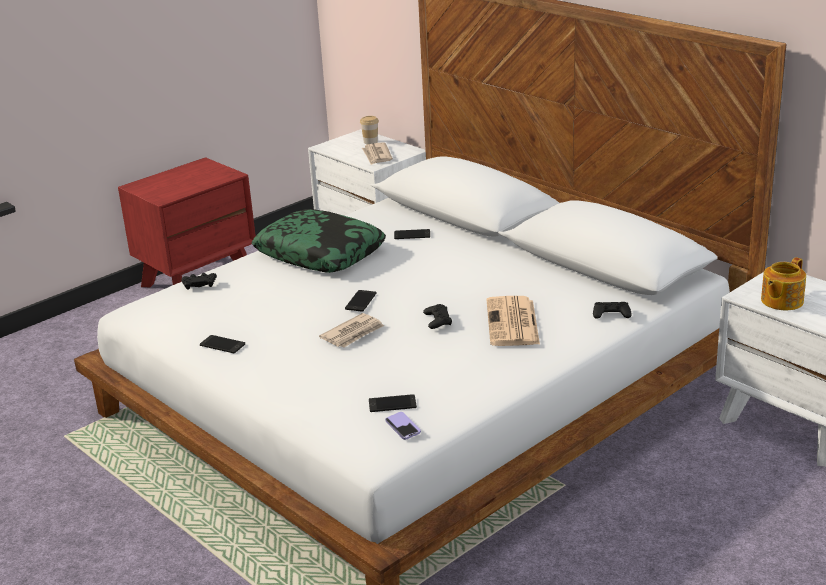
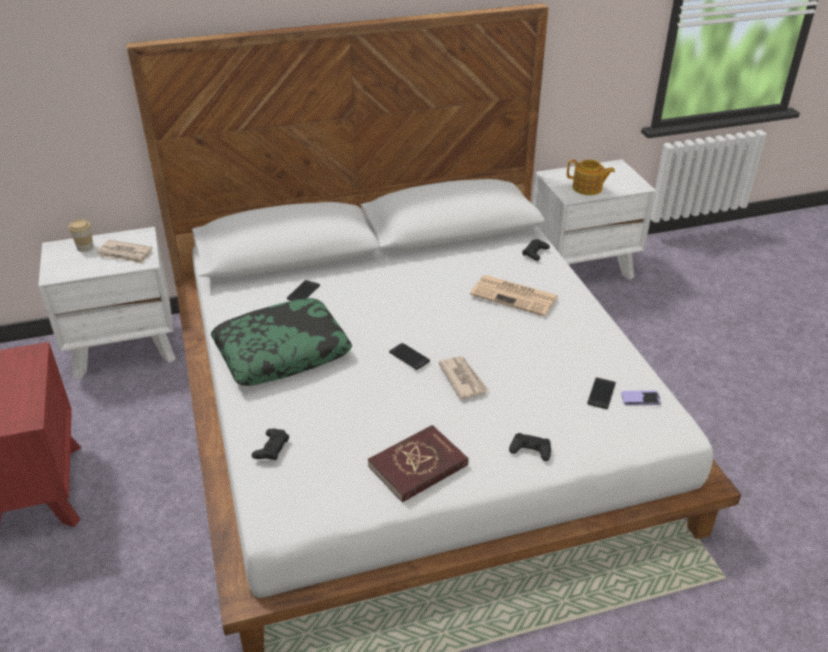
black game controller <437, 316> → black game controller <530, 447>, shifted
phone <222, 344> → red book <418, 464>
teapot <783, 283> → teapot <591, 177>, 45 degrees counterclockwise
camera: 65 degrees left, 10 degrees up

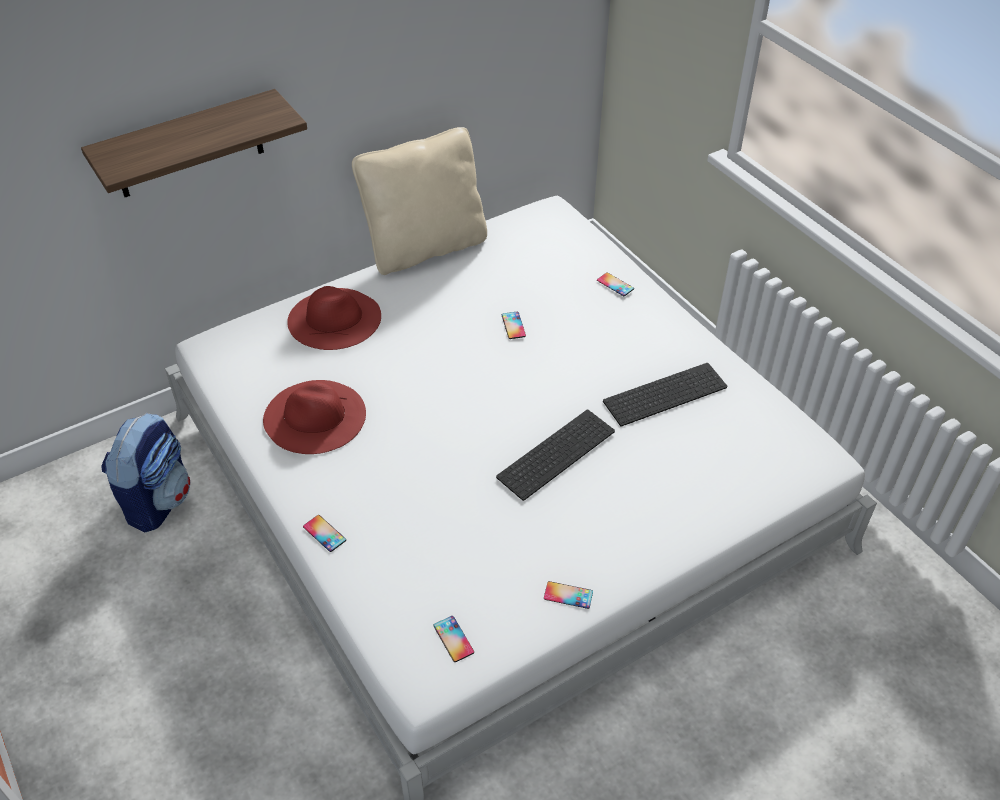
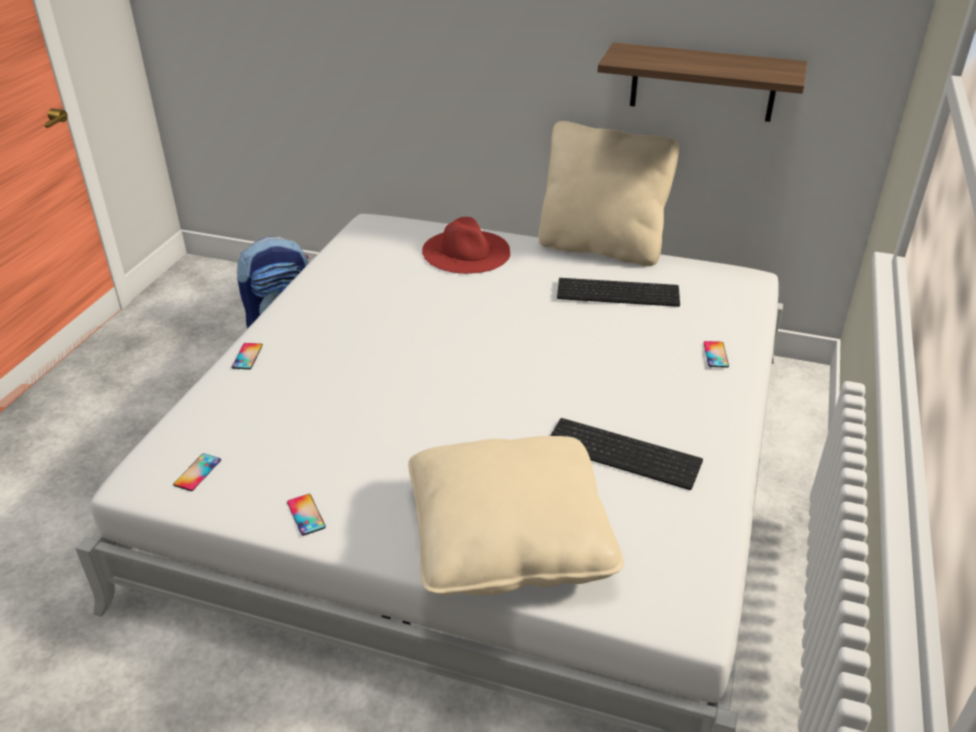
red hat <314, 417> → -
phone <514, 325> → -
- → beige pillow <516, 515>
shelf <194, 143> → shelf <702, 82>, shifted
keyboard <555, 455> → keyboard <618, 292>, shifted
camera: 50 degrees right, 10 degrees down

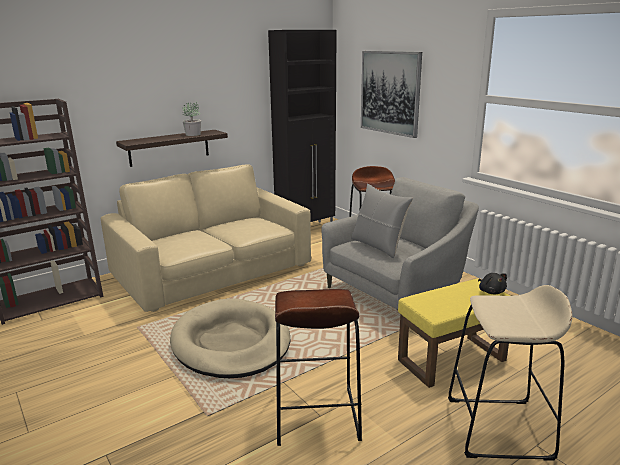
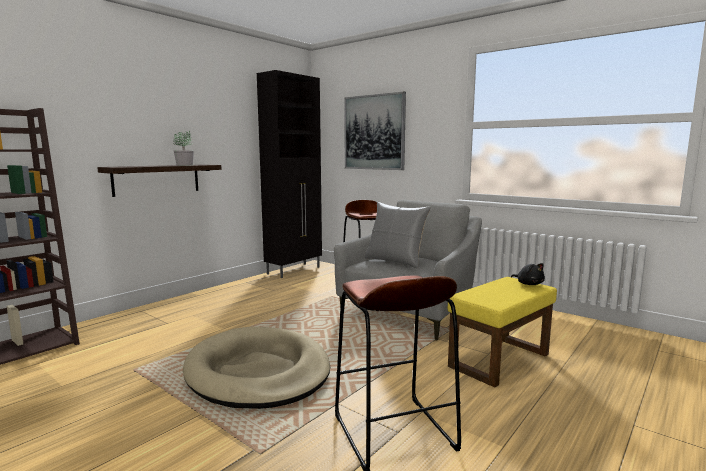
beige sofa <206, 238> → -
beige stool <510, 373> → -
camera: 15 degrees left, 10 degrees down

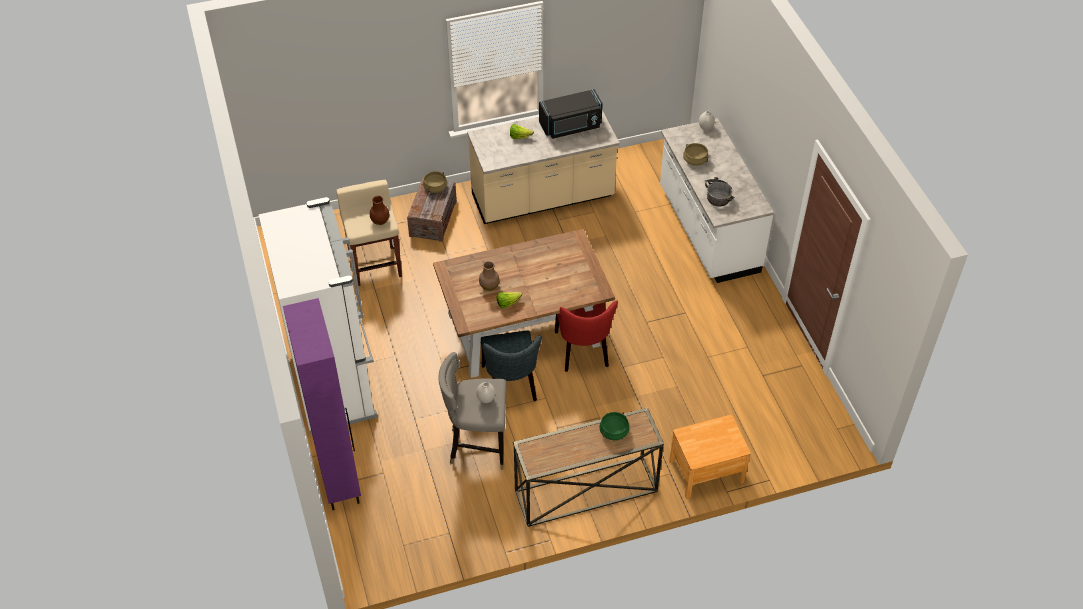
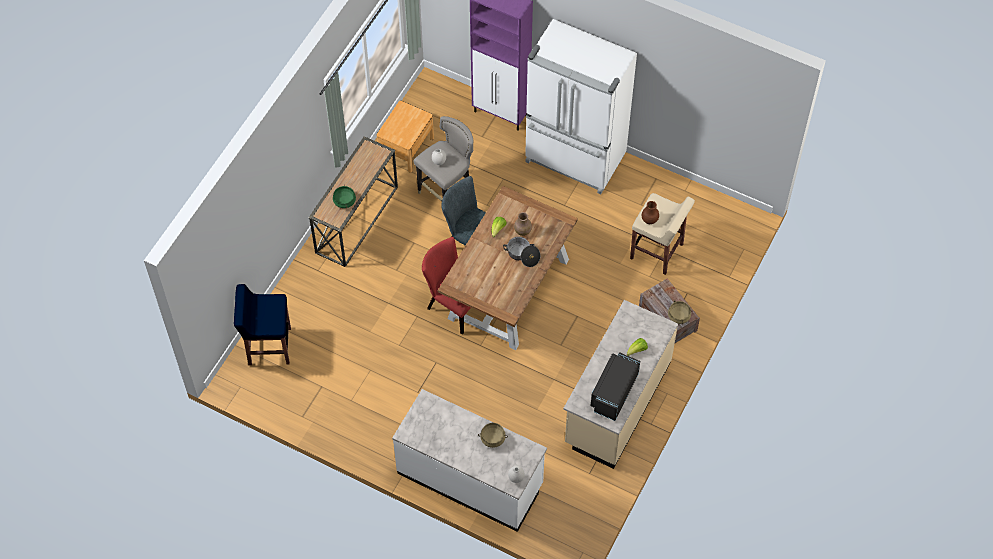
- → blue stool <262, 324>
brown nightstand <710, 457> → brown nightstand <405, 137>, shifted
cooking pot <720, 192> → cooking pot <521, 252>, shifted
camera: 135 degrees right, 10 degrees up

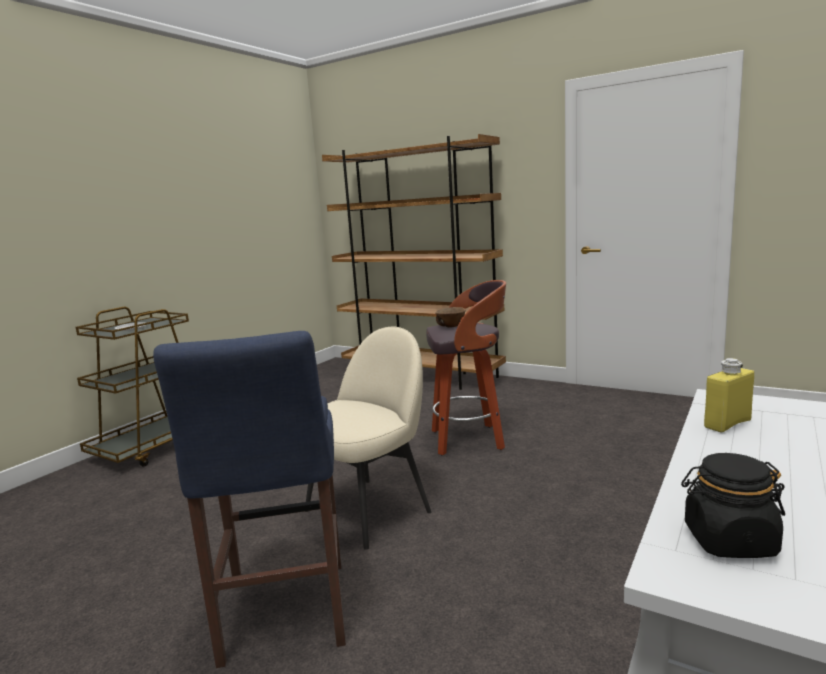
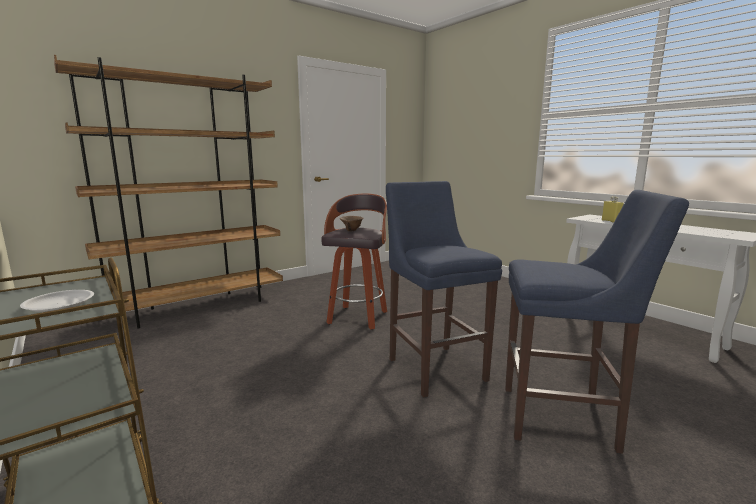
black jar <733, 505> → -
beige chair <368, 438> → blue stool <444, 289>
camera: 70 degrees left, 0 degrees up

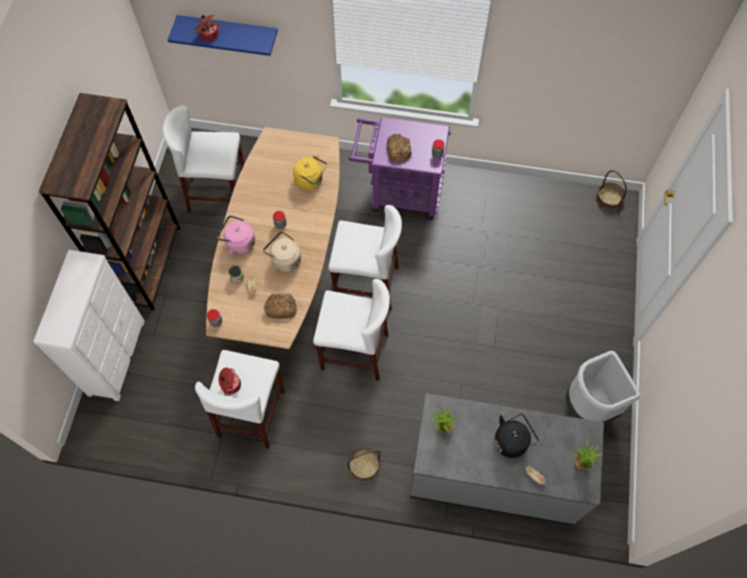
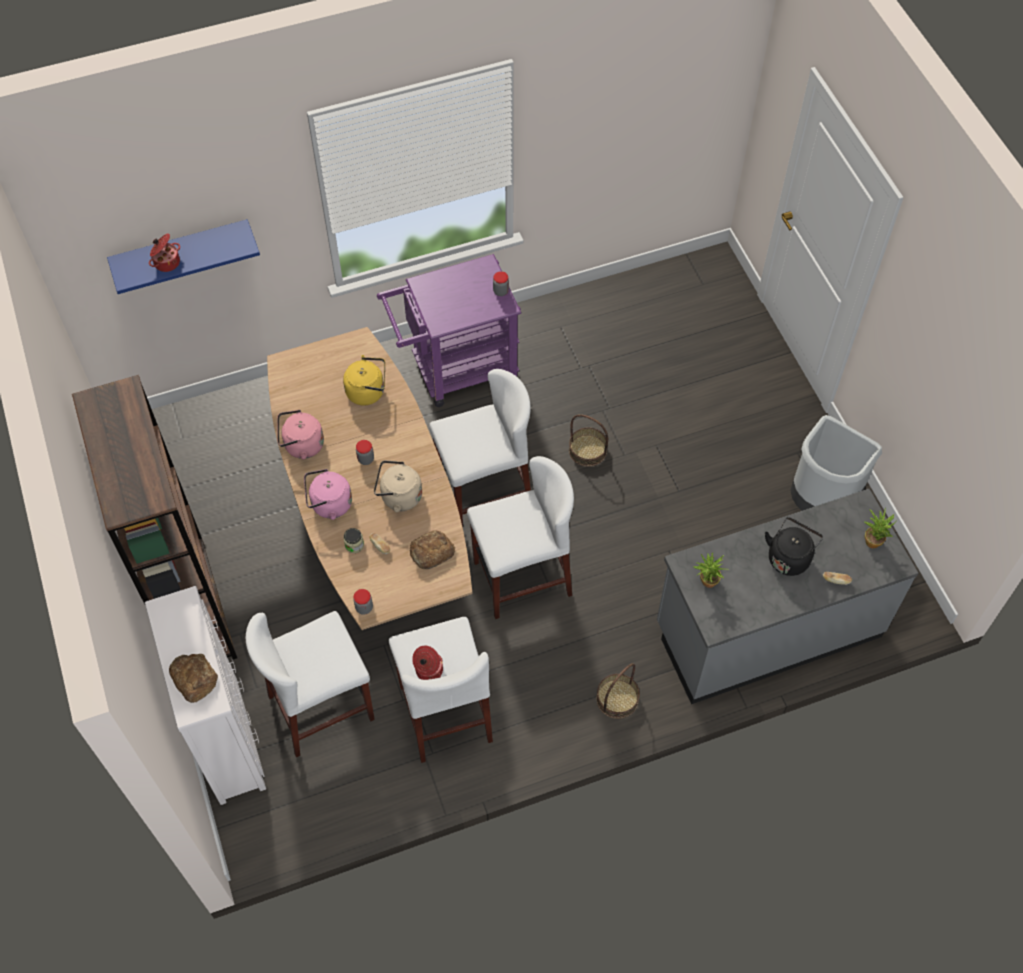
- → pink kettle <300, 435>
white stool <203, 158> → white stool <310, 684>, shifted
bread <399, 148> → bread <193, 678>, shifted
basket <611, 190> → basket <588, 440>, shifted
camera: 30 degrees left, 5 degrees down

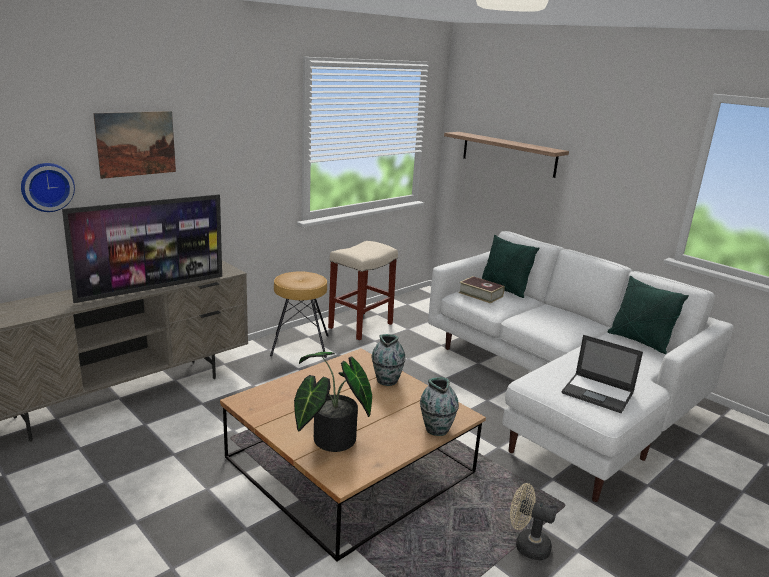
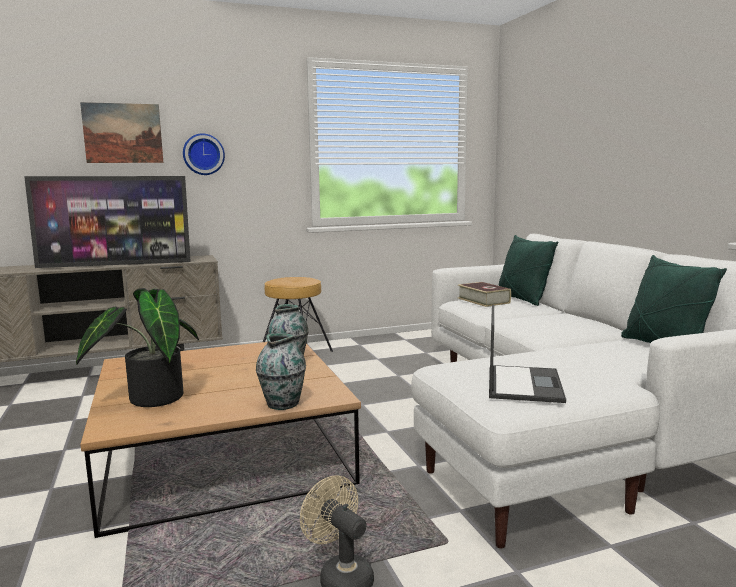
beige stool <363, 290> → -
shelf <506, 155> → -
wall clock <48, 187> → wall clock <204, 154>, shifted
laptop <602, 374> → laptop <527, 354>, 135 degrees counterclockwise
camera: 25 degrees right, 10 degrees down

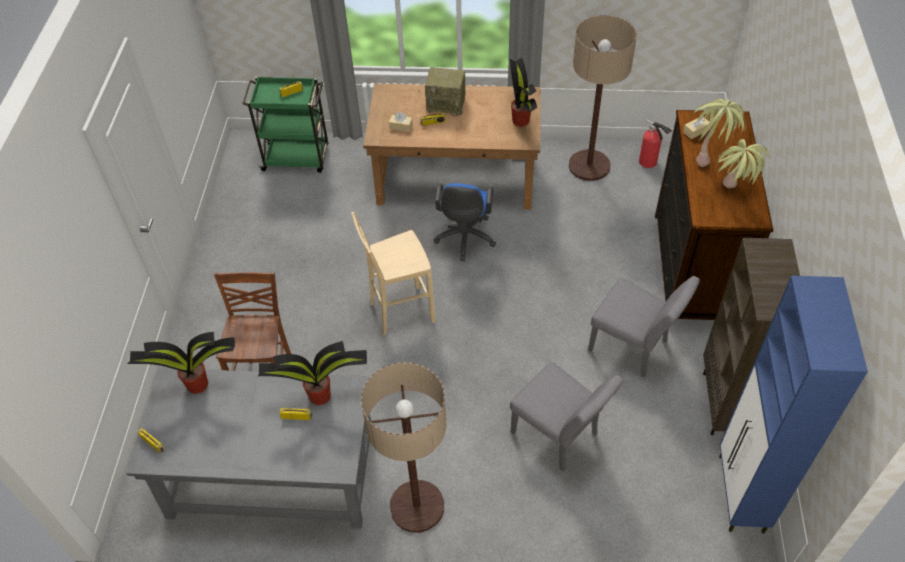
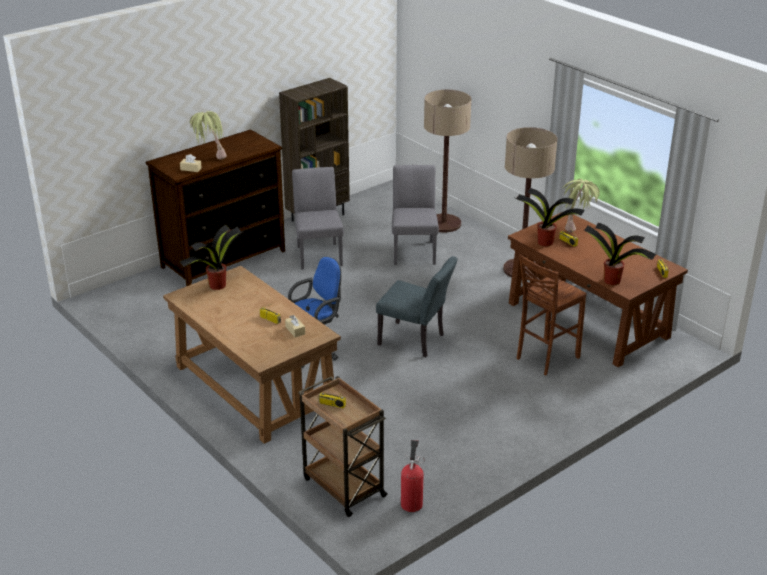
radio <445, 91> → -
blue cabinet <793, 404> → -
floor lamp <603, 98> → floor lamp <447, 161>, shifted
fire extinguisher <655, 143> → fire extinguisher <413, 476>, shifted
potted plant <743, 163> → potted plant <581, 206>, shifted
beige stool <393, 273> → grey chair <416, 306>
grey desk <248, 448> → brown desk <598, 289>
green cart <285, 124> → brown cart <343, 446>
camera: 135 degrees left, 20 degrees down

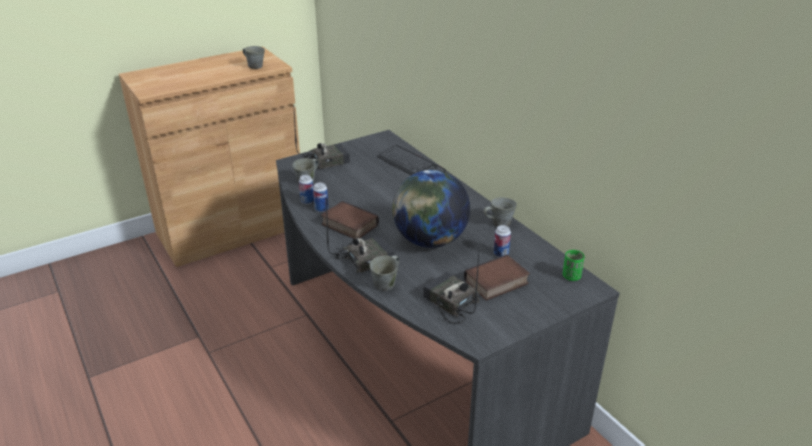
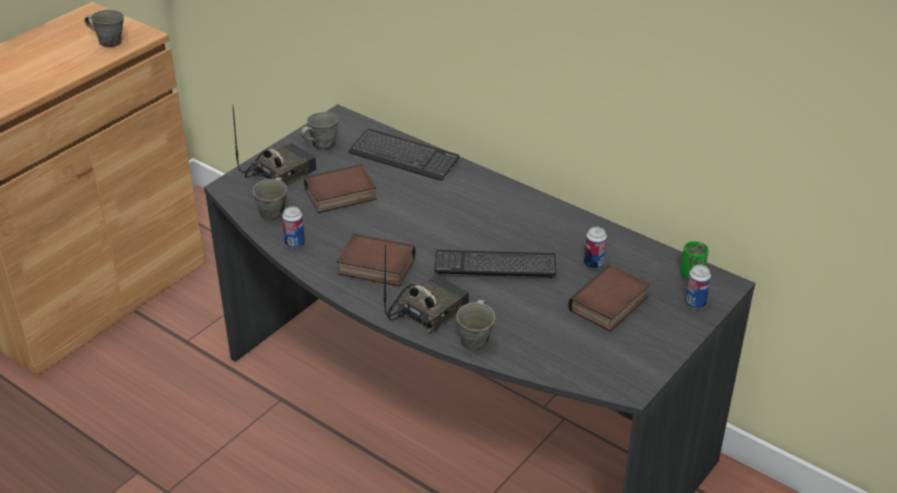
radio <451, 288> → -
- → book <340, 188>
can <321, 197> → can <698, 287>, shifted
grey mug <500, 212> → grey mug <319, 131>, shifted
globe <431, 209> → keyboard <495, 264>
camera: 20 degrees left, 5 degrees up

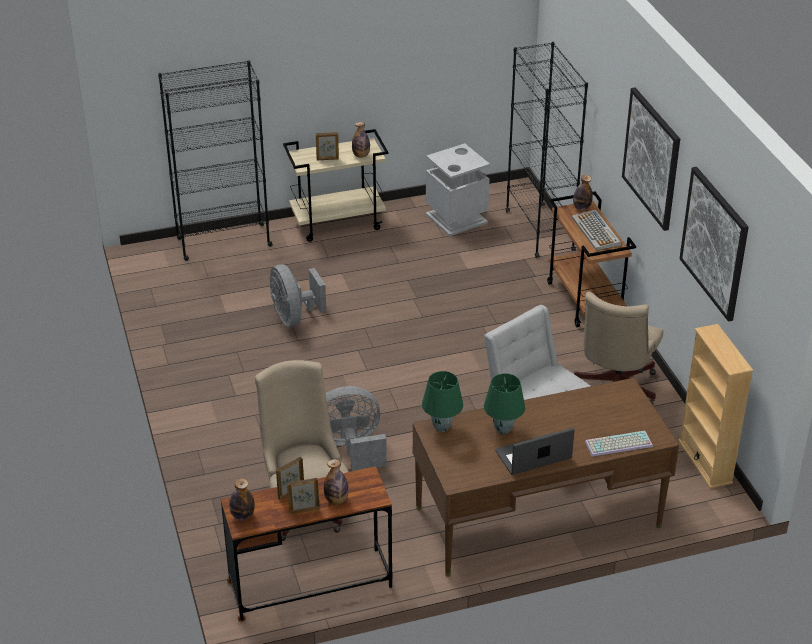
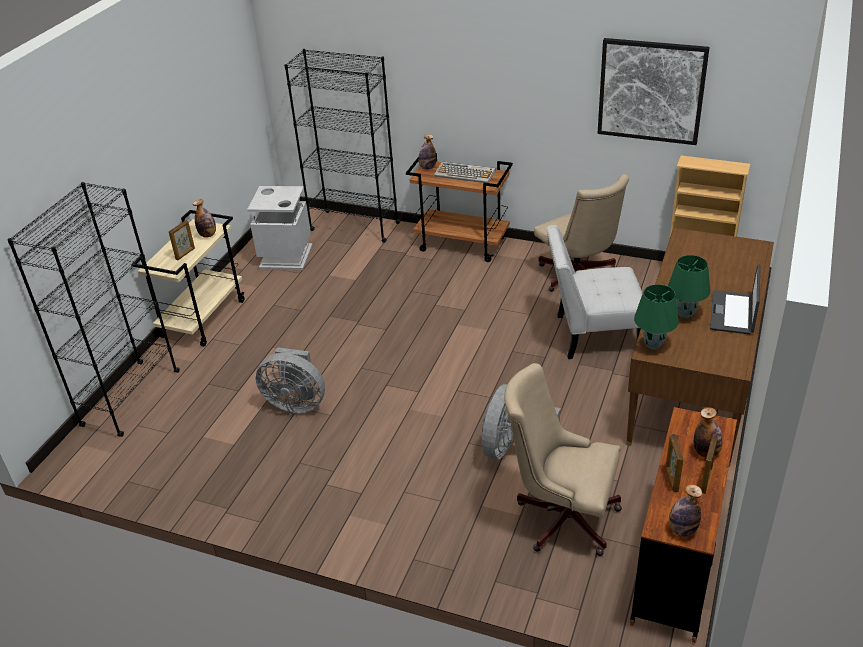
keyboard <619, 444> → -
picture <651, 159> → -
camera: 50 degrees left, 0 degrees up

